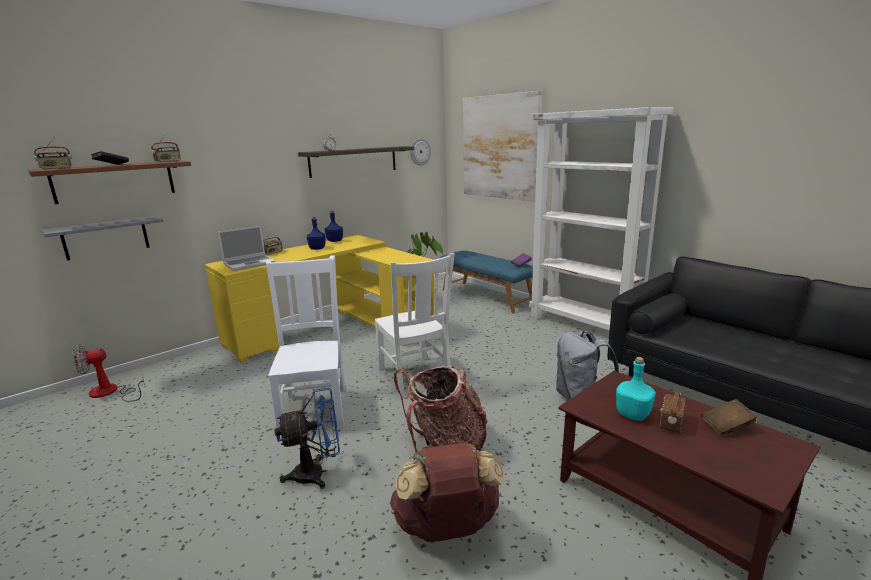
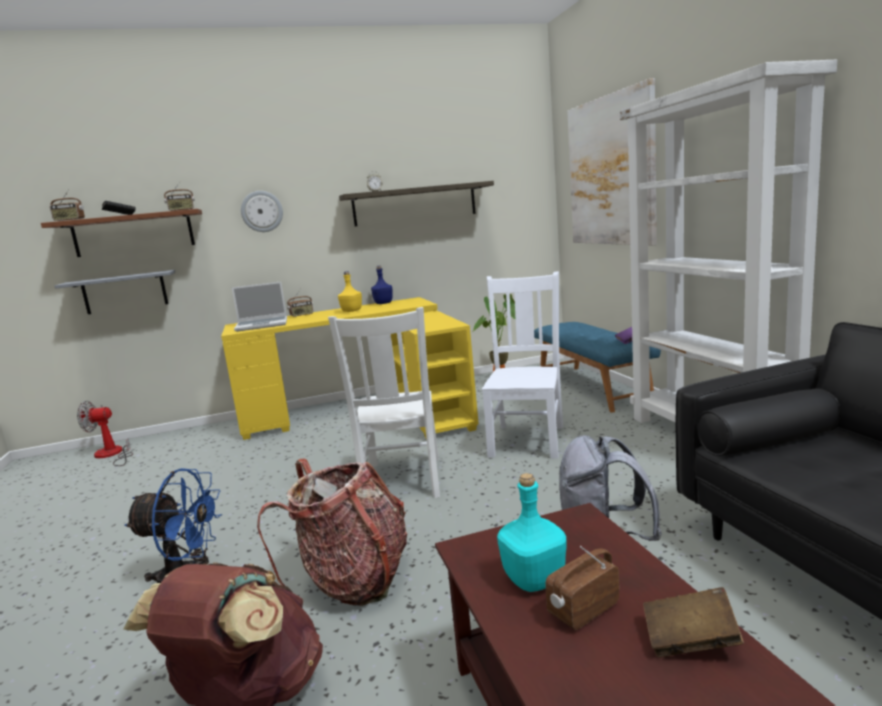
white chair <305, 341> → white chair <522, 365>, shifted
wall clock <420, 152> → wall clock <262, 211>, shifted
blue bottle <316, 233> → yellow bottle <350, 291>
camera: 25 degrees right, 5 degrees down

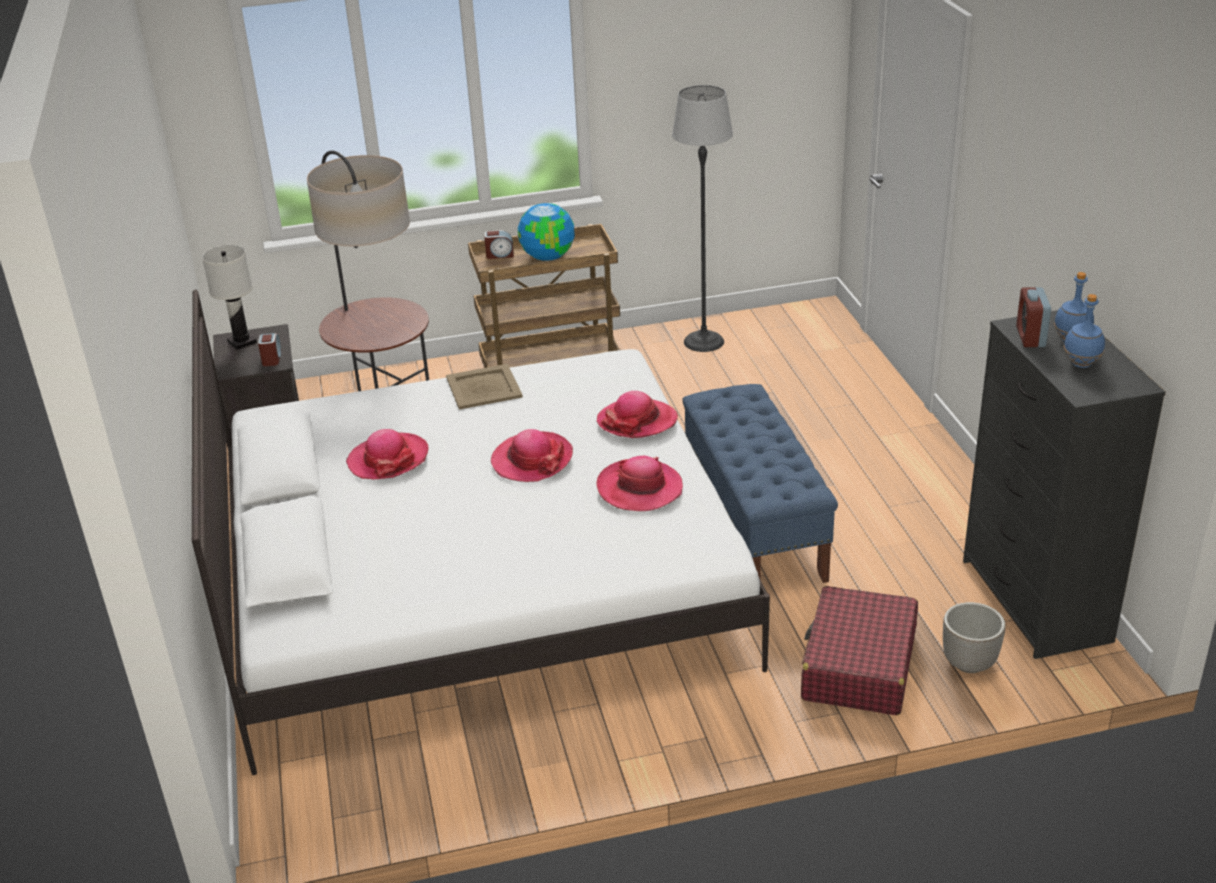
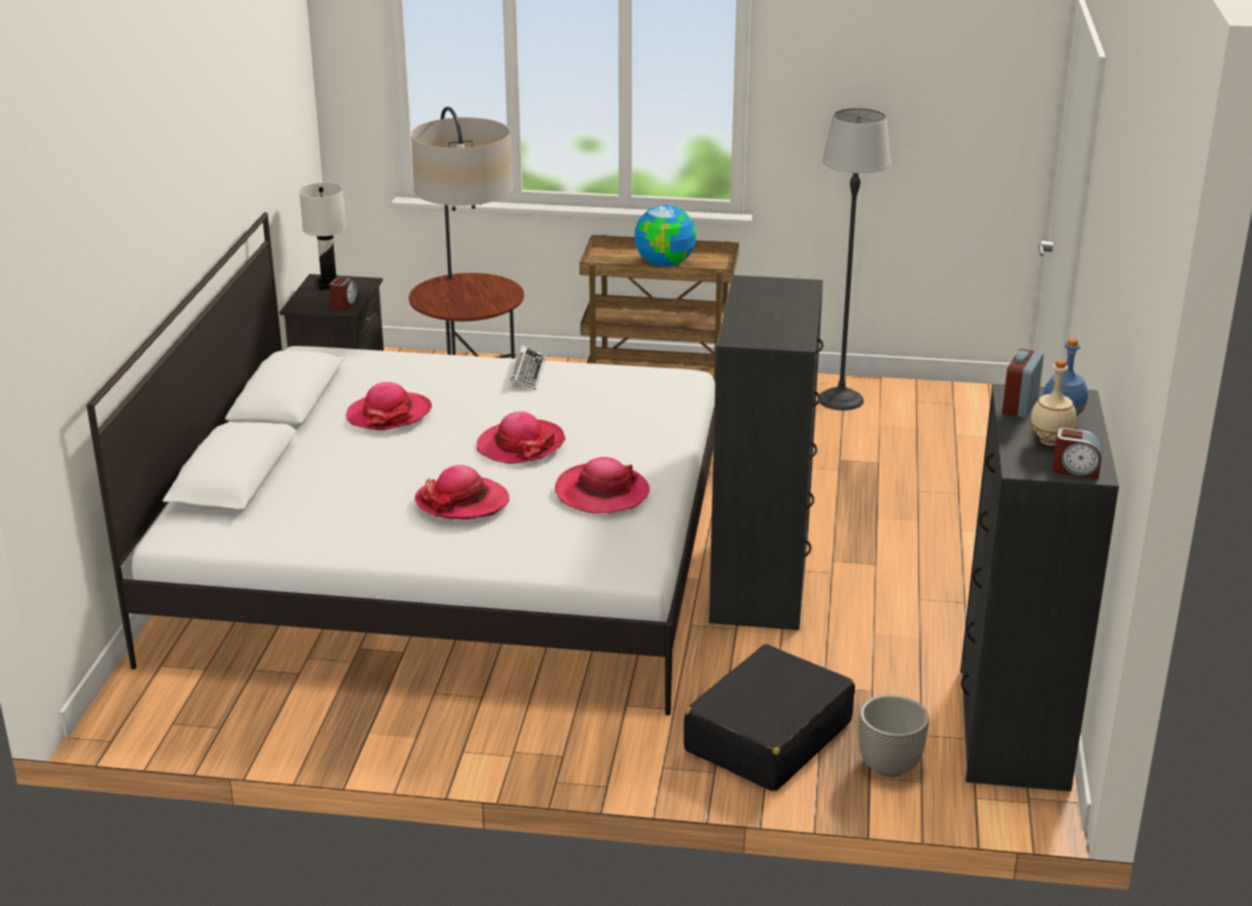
alarm clock <499, 244> → alarm clock <1077, 453>, shifted
hat <637, 414> → hat <462, 492>, shifted
beige tray <484, 387> → keyboard <528, 367>
blue bench <760, 483> → black dresser <766, 452>
red suitcase <859, 650> → black suitcase <769, 718>
blue bottle <1084, 331> → beige bottle <1053, 402>
camera: 20 degrees right, 5 degrees down

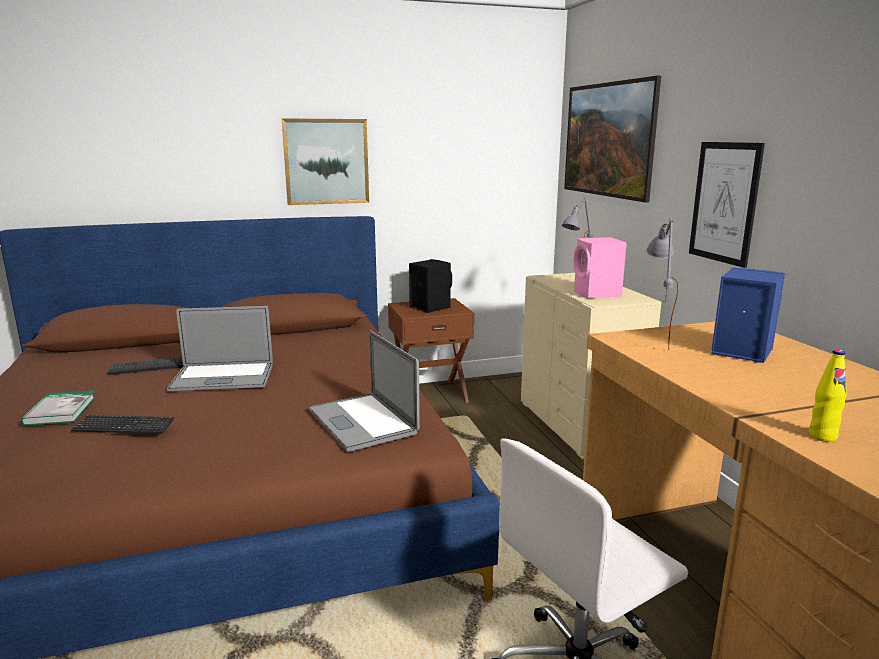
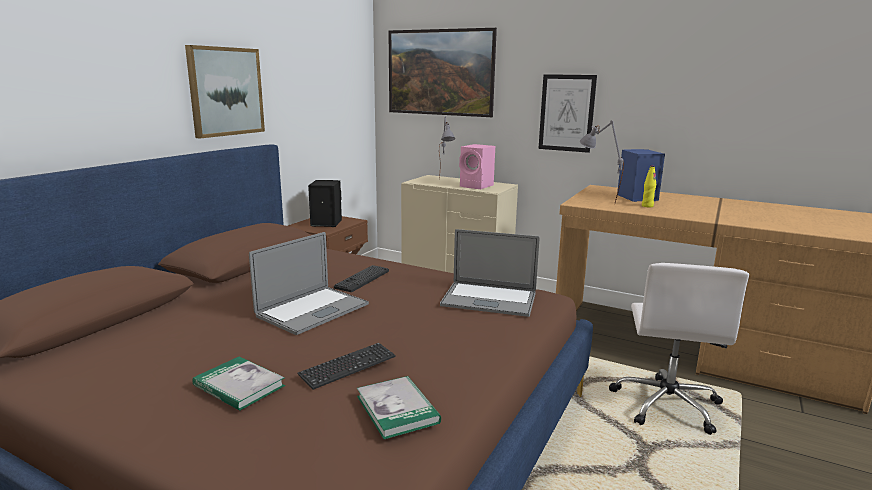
- → book <399, 407>
keyboard <145, 366> → keyboard <361, 278>, shifted
yellow bottle <828, 395> → yellow bottle <649, 186>, shifted
camera: 45 degrees left, 0 degrees up

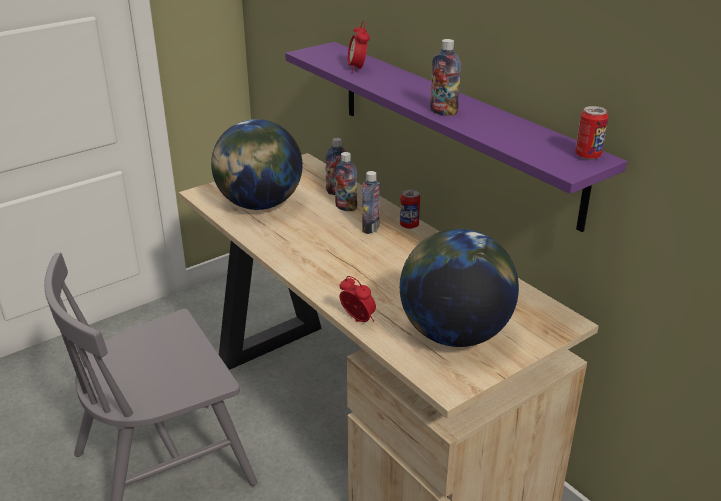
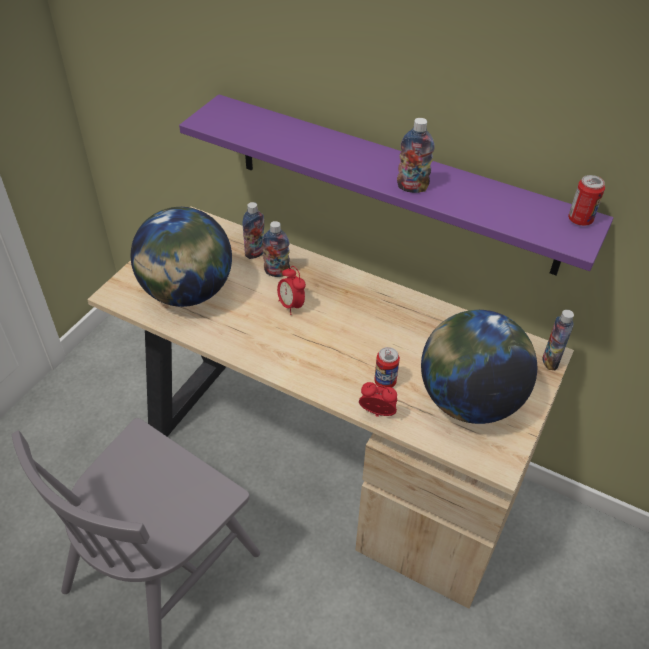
alarm clock <359, 47> → alarm clock <291, 290>, shifted
bottle <371, 202> → bottle <558, 340>, shifted
can <410, 209> → can <387, 367>, shifted
camera: 25 degrees left, 15 degrees up

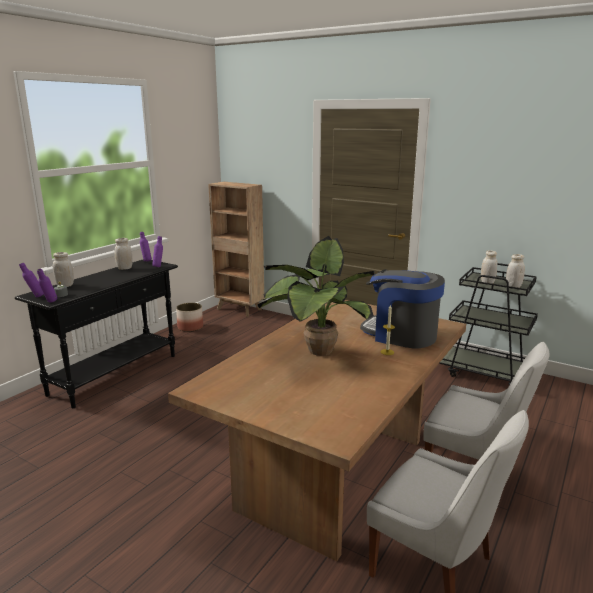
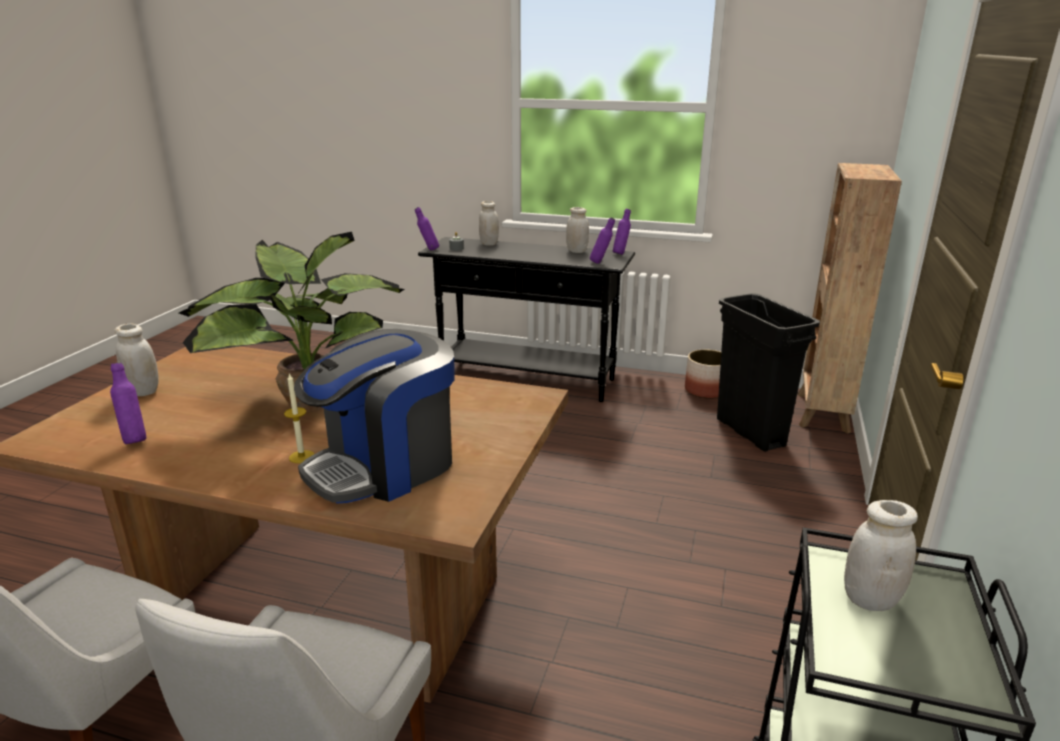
- → black trash can <768, 372>
purple bottle <31, 280> → purple bottle <128, 403>, shifted
white jar <515, 271> → white jar <137, 359>, shifted
coffee machine <402, 308> → coffee machine <374, 416>, 150 degrees counterclockwise
camera: 75 degrees right, 5 degrees up

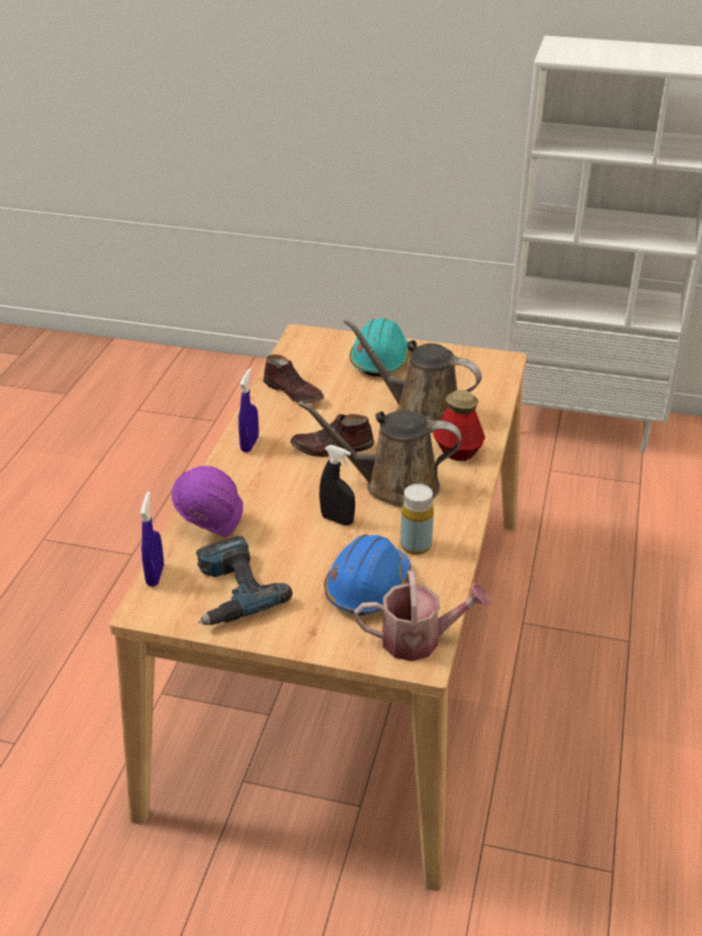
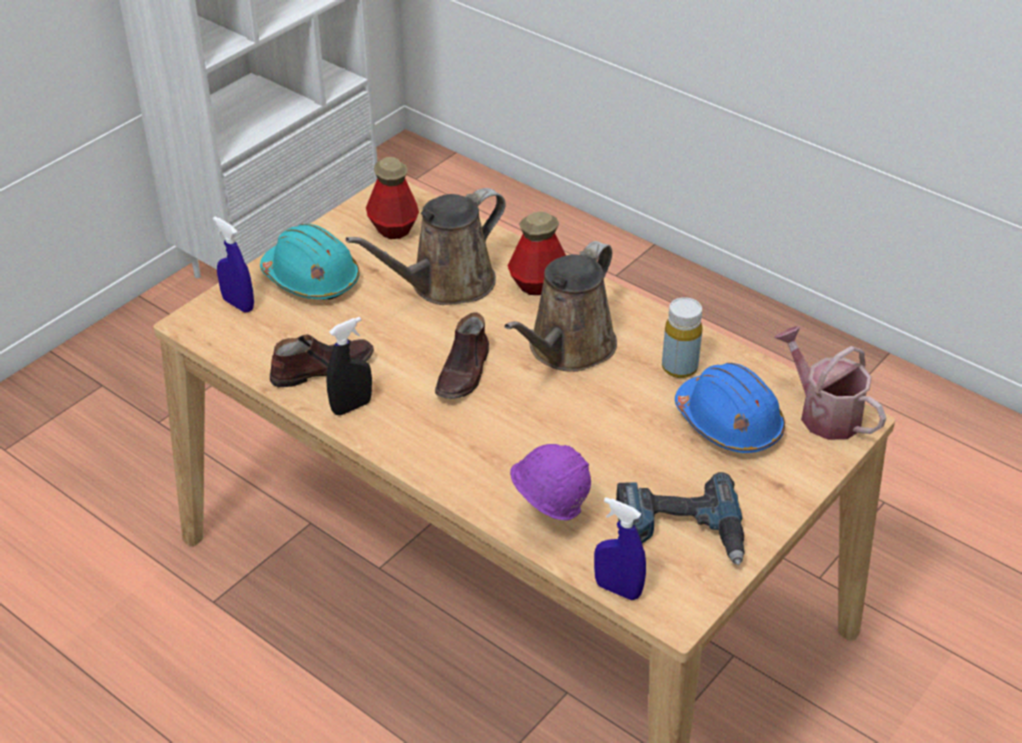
- → bottle <392, 198>
blue spray bottle <248, 410> → blue spray bottle <233, 265>, shifted
black spray bottle <337, 485> → black spray bottle <349, 366>, shifted
watering can <422, 615> → watering can <830, 383>, 60 degrees counterclockwise
camera: 65 degrees left, 5 degrees up

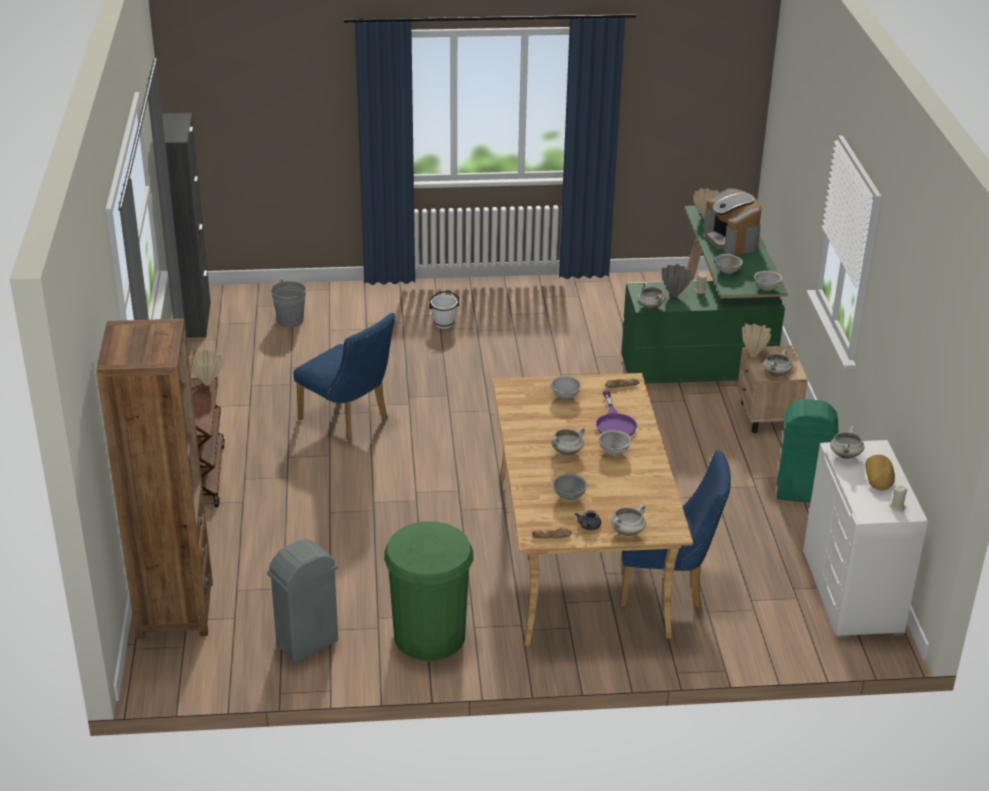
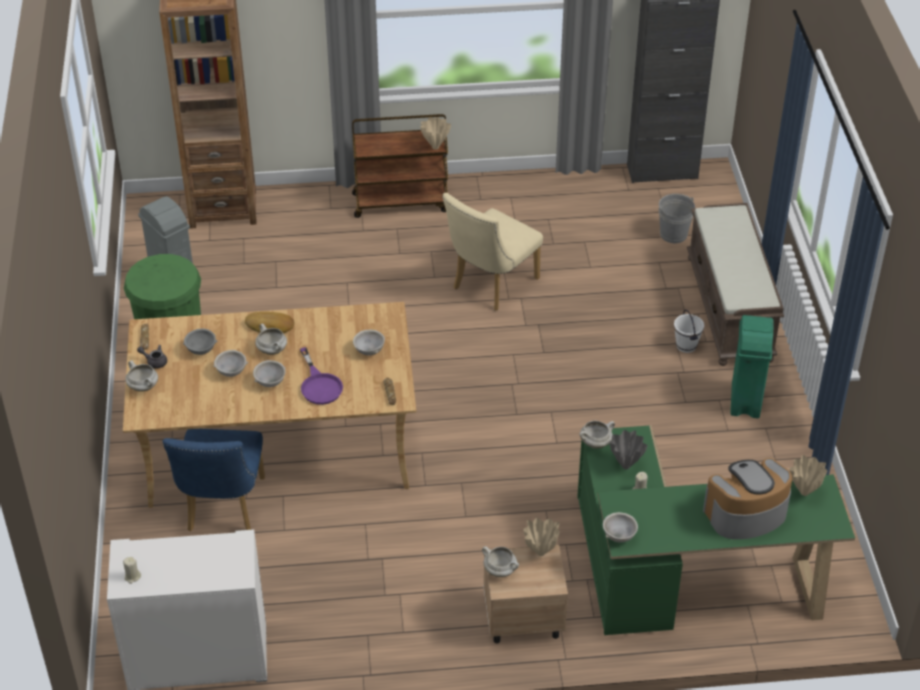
white cooking pot <847, 442> → -
- → brown bench <735, 284>
grey bowl <729, 264> → grey bowl <230, 363>, shifted
green trash can <808, 451> → green trash can <752, 366>, shifted
bread <880, 472> → bread <269, 322>, shifted
blue chair <344, 378> → beige chair <492, 252>
purple frying pan <616, 413> → purple frying pan <321, 376>, 105 degrees counterclockwise
camera: 90 degrees right, 10 degrees up

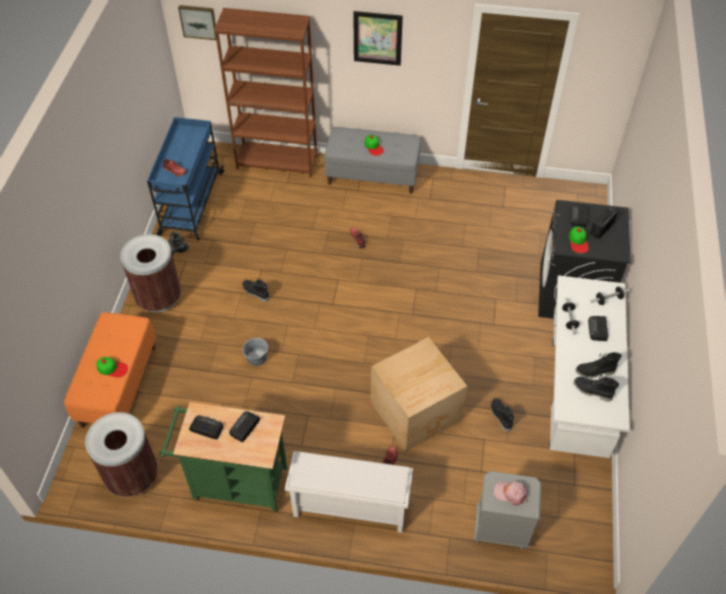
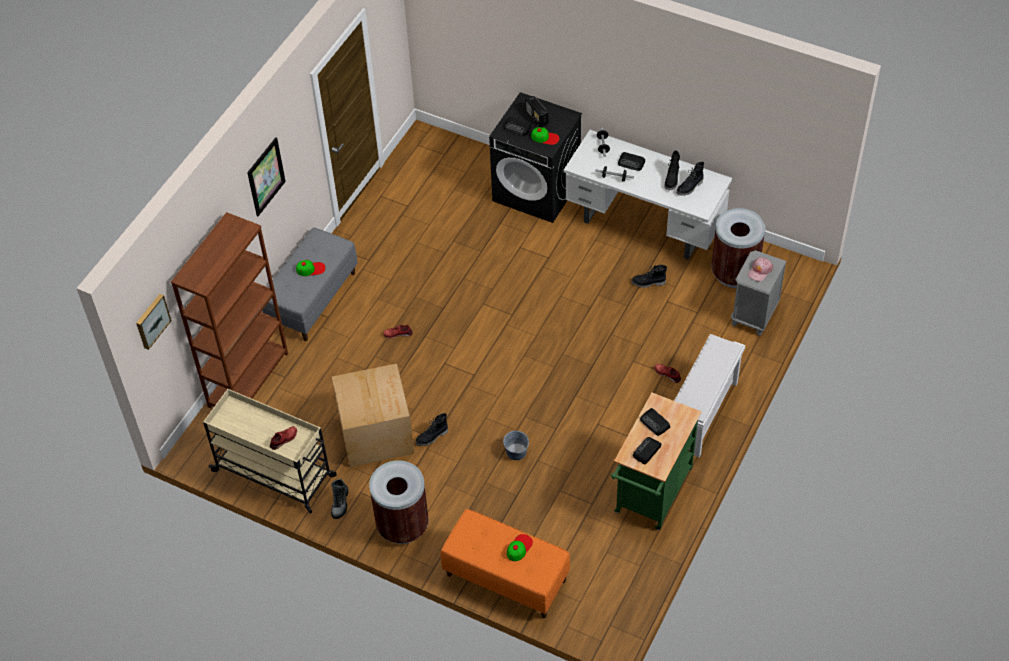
brown trash can <121, 454> → brown trash can <738, 248>, shifted
cardboard box <419, 394> → cardboard box <373, 415>, shifted
blue cart <186, 178> → beige cart <270, 451>
camera: 70 degrees left, 0 degrees up

